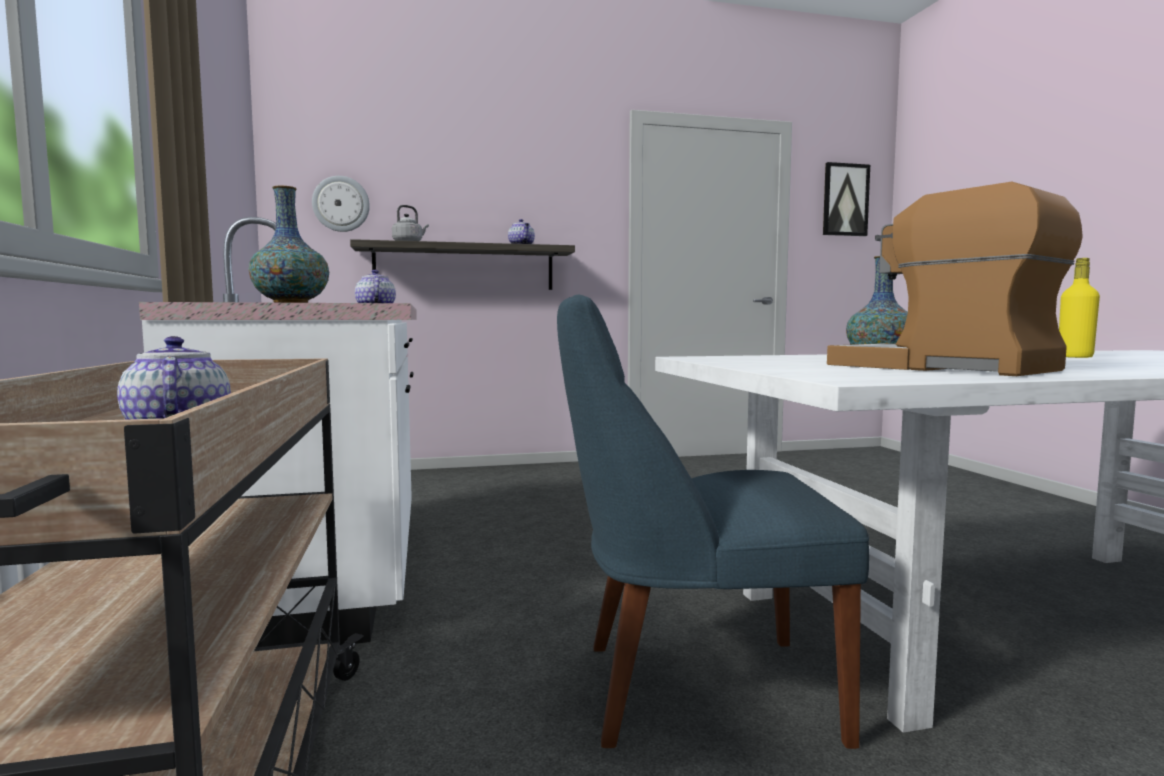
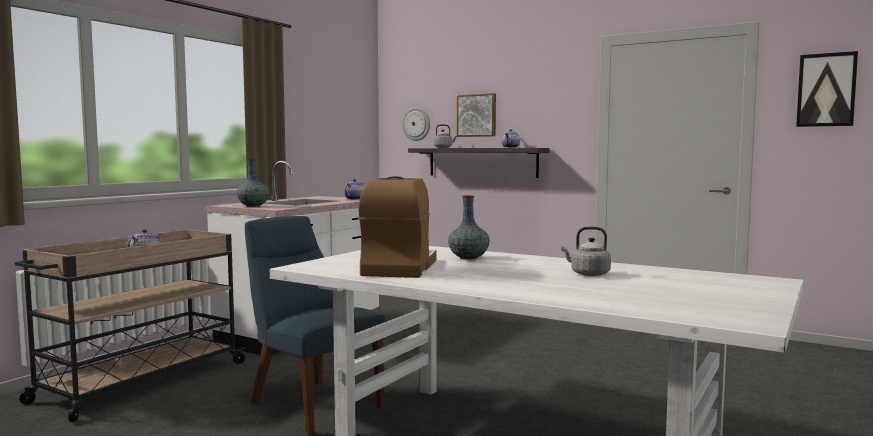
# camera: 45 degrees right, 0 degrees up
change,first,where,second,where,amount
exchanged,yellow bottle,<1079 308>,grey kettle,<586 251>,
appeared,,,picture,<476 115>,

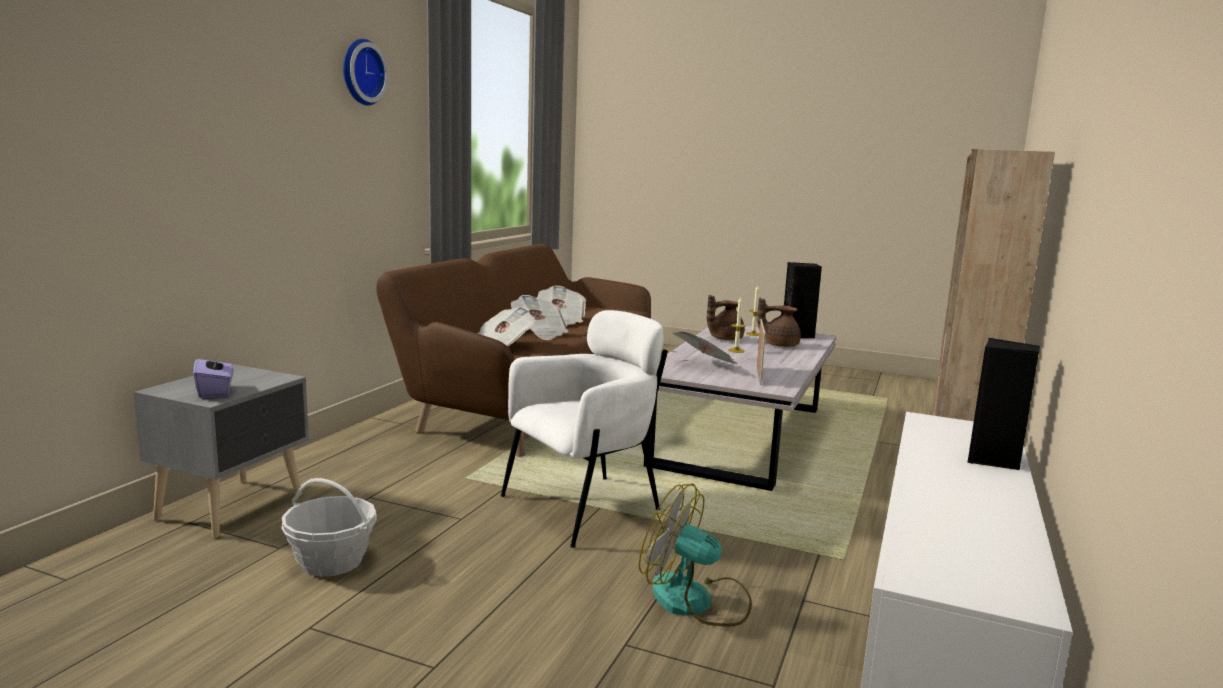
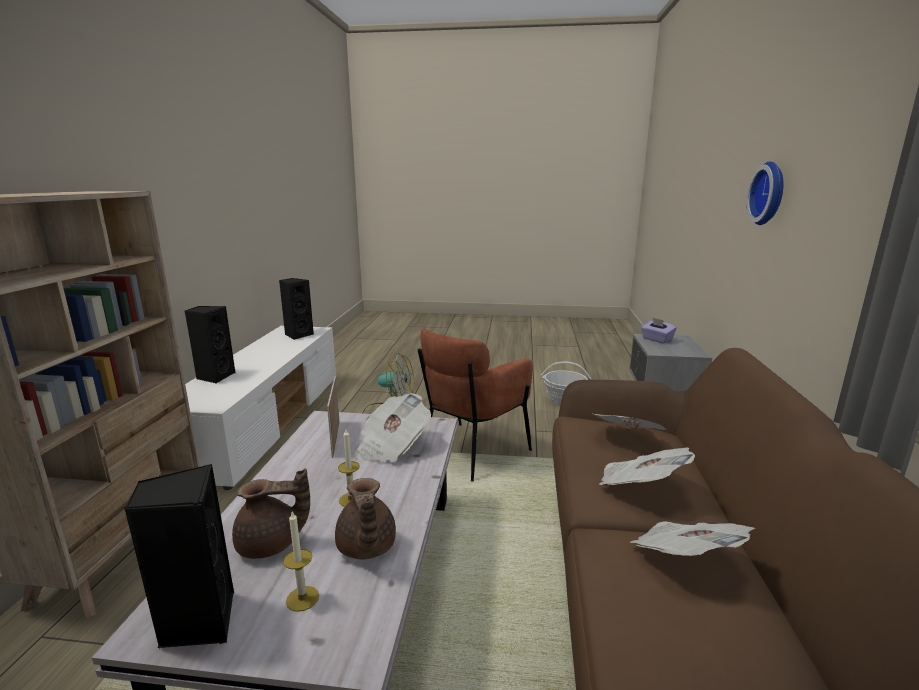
# camera: 165 degrees right, 5 degrees up
change,first,where,second,where,amount
relocated,wall clock,<366 72>,,<765 193>,
spun,brown teapot,<725 317>,,<365 518>,120 degrees clockwise
colour,white armchair,<584 429>,brown armchair,<475 405>,
appeared,,,black speaker,<296 309>,

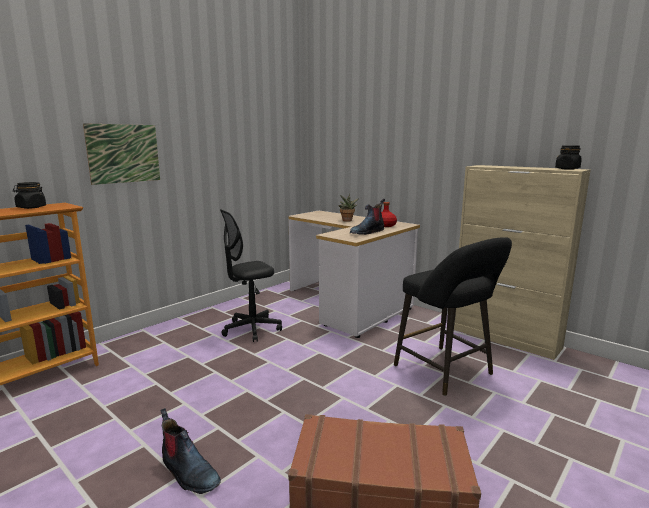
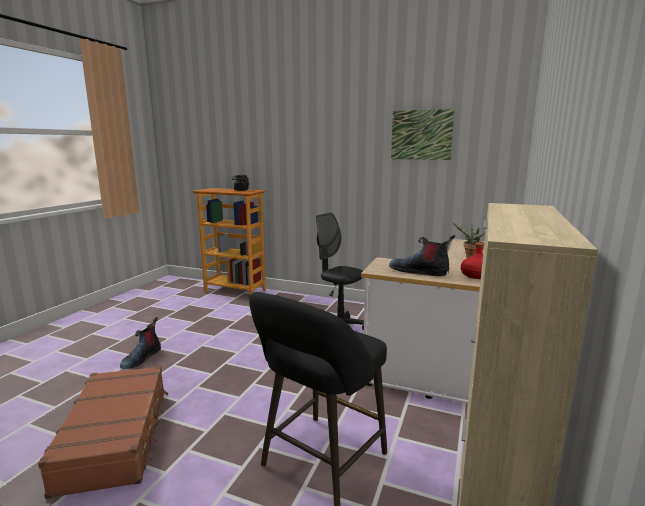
# camera: 70 degrees right, 0 degrees up
change,first,where,second,where,amount
relocated,picture,<121 154>,,<423 134>,
missing,black jar,<568 157>,,,

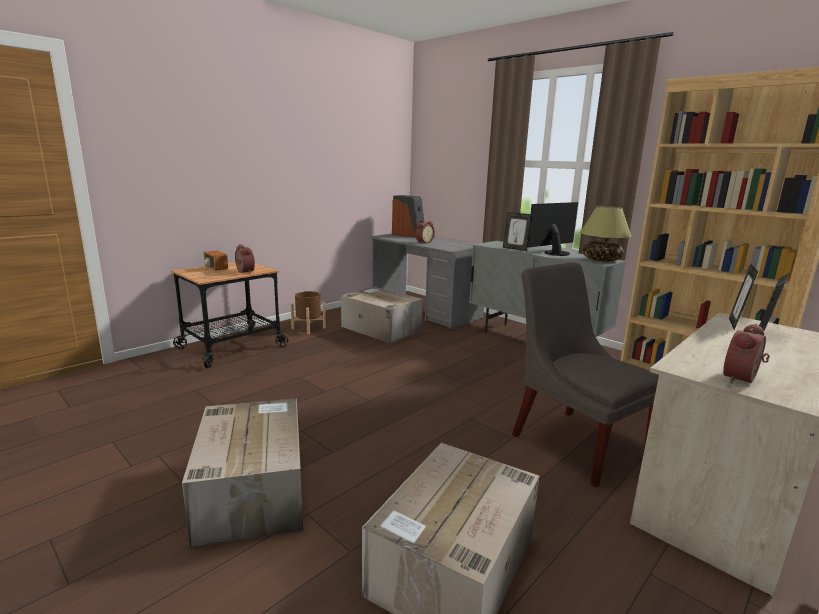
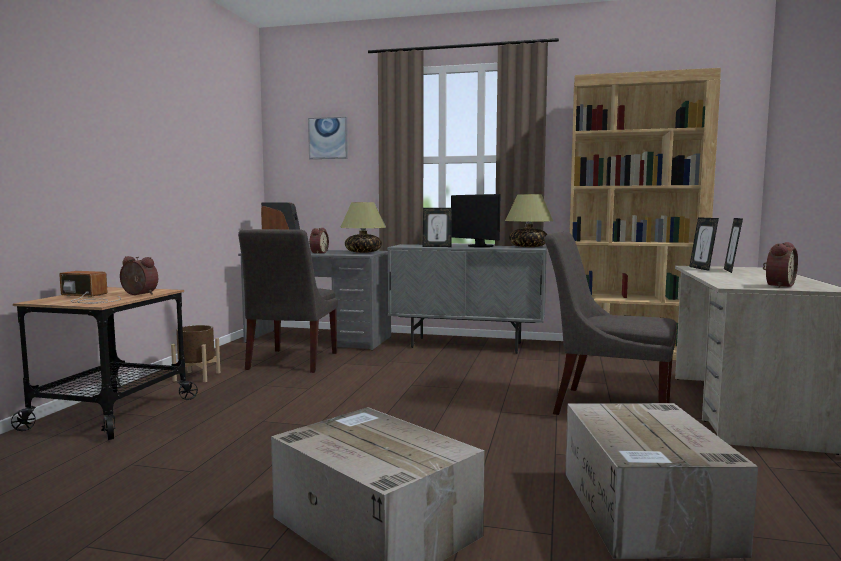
# camera: 30 degrees left, 10 degrees down
change,first,where,second,where,amount
spun,monitor,<552 229>,,<475 220>,60 degrees counterclockwise
exchanged,cardboard box,<382 315>,grey chair,<288 301>,
spun,alarm clock,<746 353>,,<780 265>,150 degrees counterclockwise
appeared,,,picture,<328 138>,
appeared,,,table lamp,<363 227>,

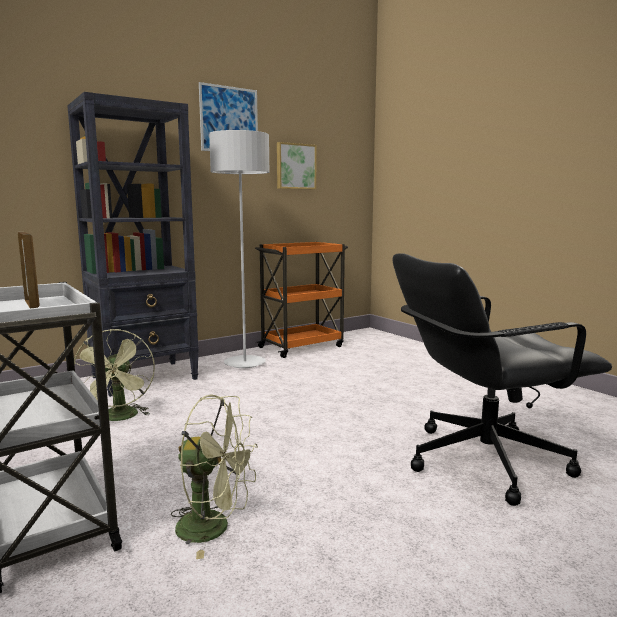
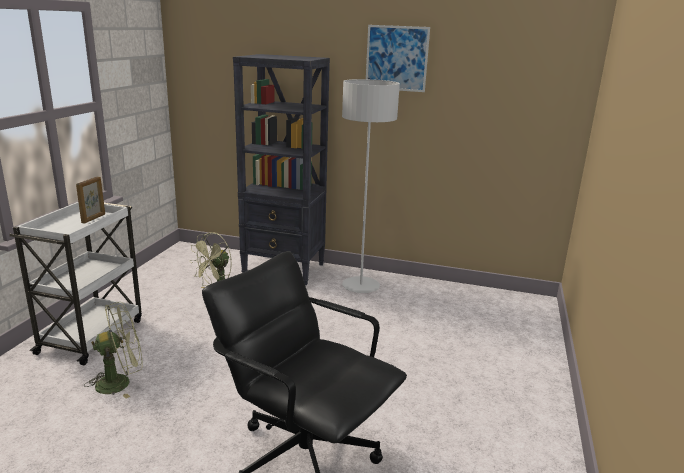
# camera: 50 degrees right, 10 degrees up
change,first,where,second,where,amount
missing,picture,<296 165>,,,
missing,orange cart,<301 300>,,,
spun,green fan,<214 476>,,<113 350>,90 degrees counterclockwise

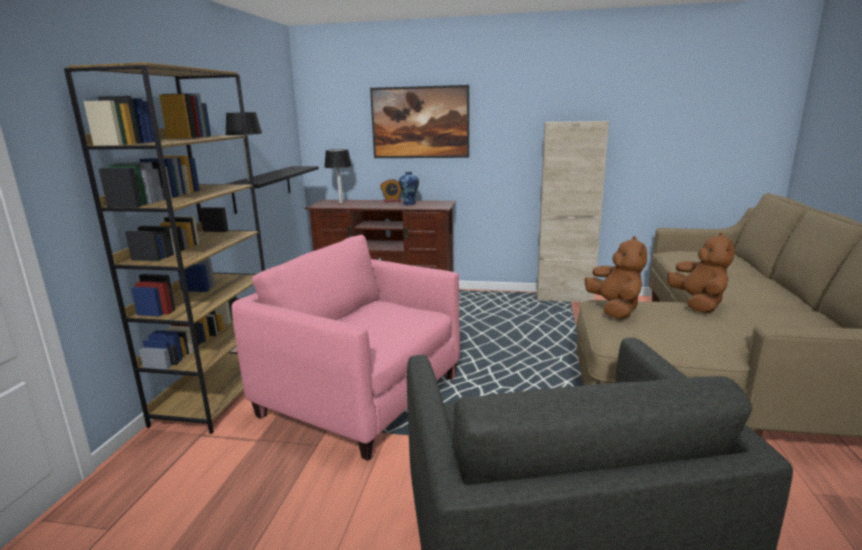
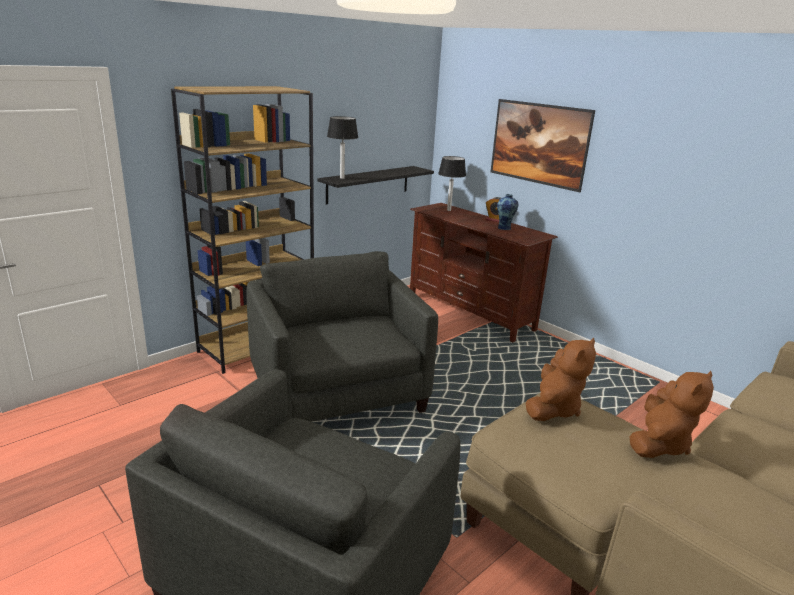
# camera: 35 degrees right, 5 degrees up
change,first,where,second,where,amount
missing,beige cabinet,<573 211>,,,
colour,pink armchair,<345 348>,grey armchair,<342 336>,

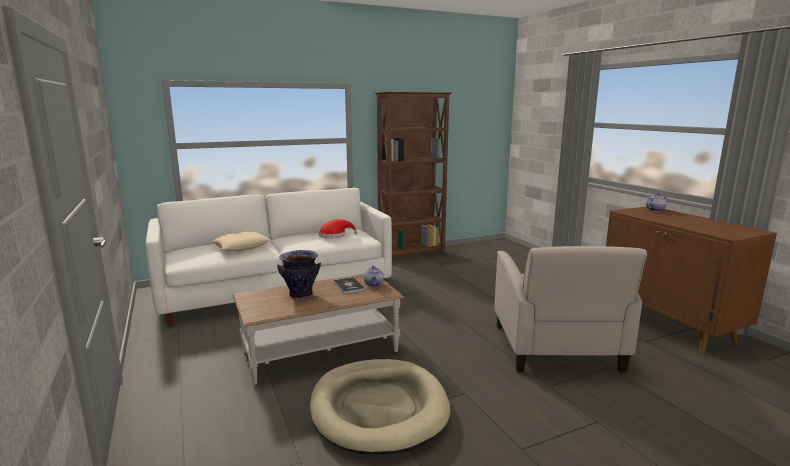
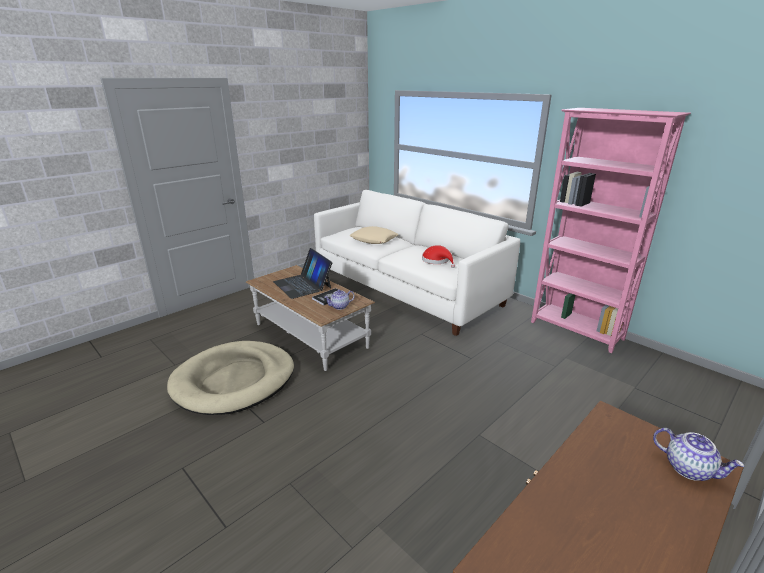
# camera: 70 degrees right, 10 degrees up
change,first,where,second,where,amount
colour,brown bookcase,<413 174>,pink bookcase,<611 230>,
missing,beige armchair,<570 309>,,,
exchanged,vase,<299 274>,laptop,<302 273>,

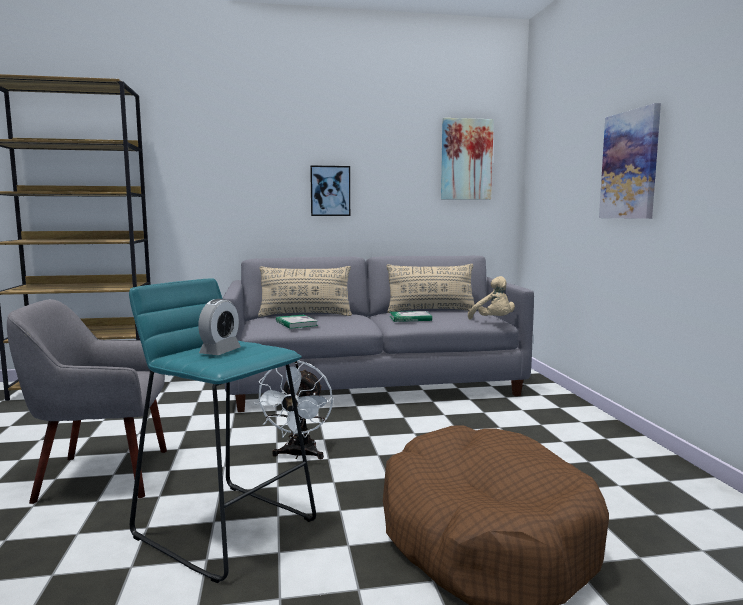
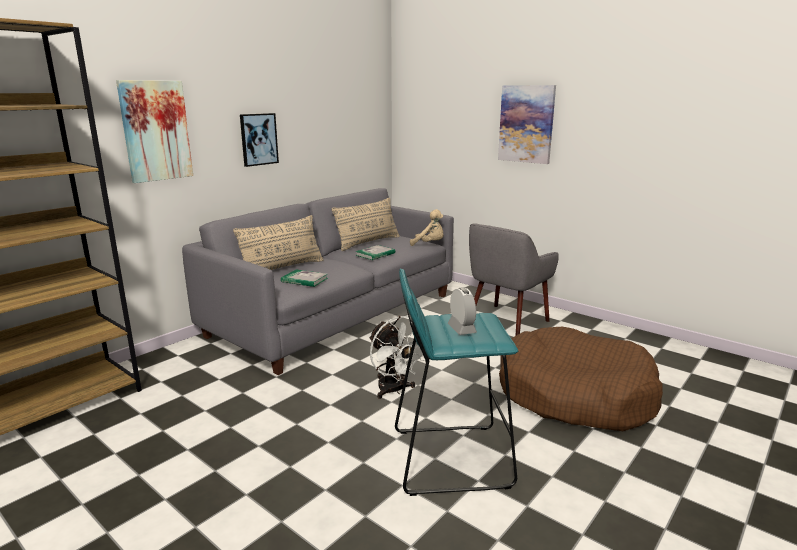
# camera: 40 degrees left, 10 degrees up
change,first,where,second,where,amount
relocated,picture,<467 159>,,<154 131>,
relocated,grey armchair,<87 401>,,<514 279>,

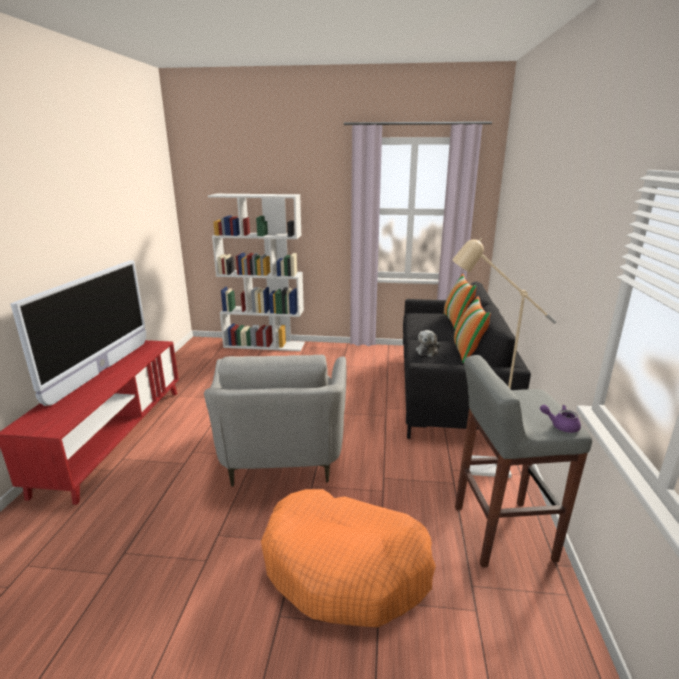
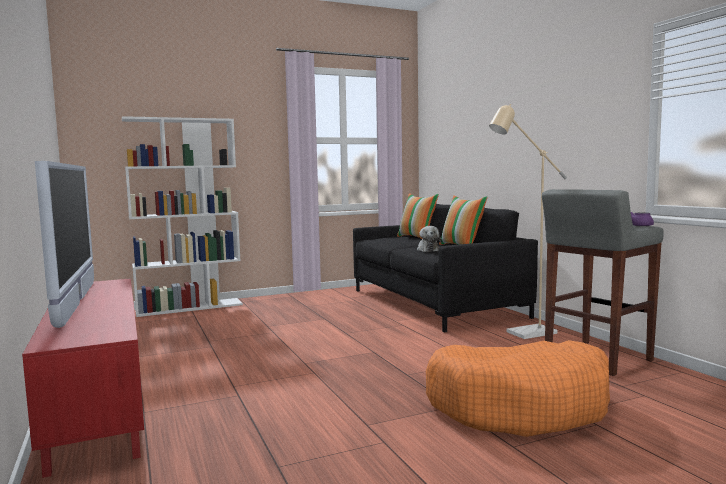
# camera: 30 degrees left, 15 degrees down
change,first,where,second,where,amount
missing,grey armchair,<275 420>,,,

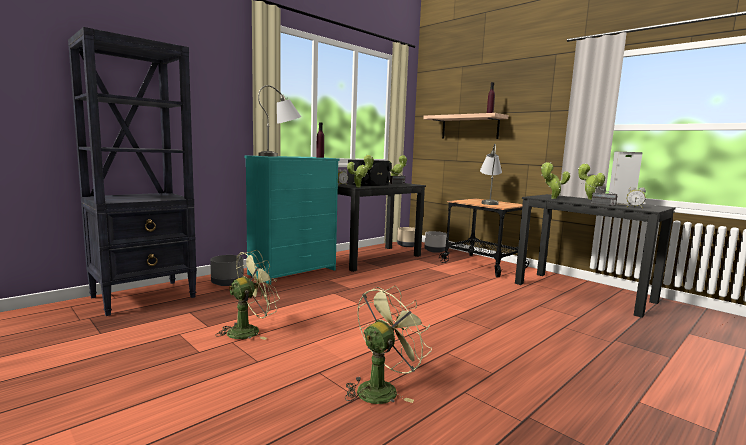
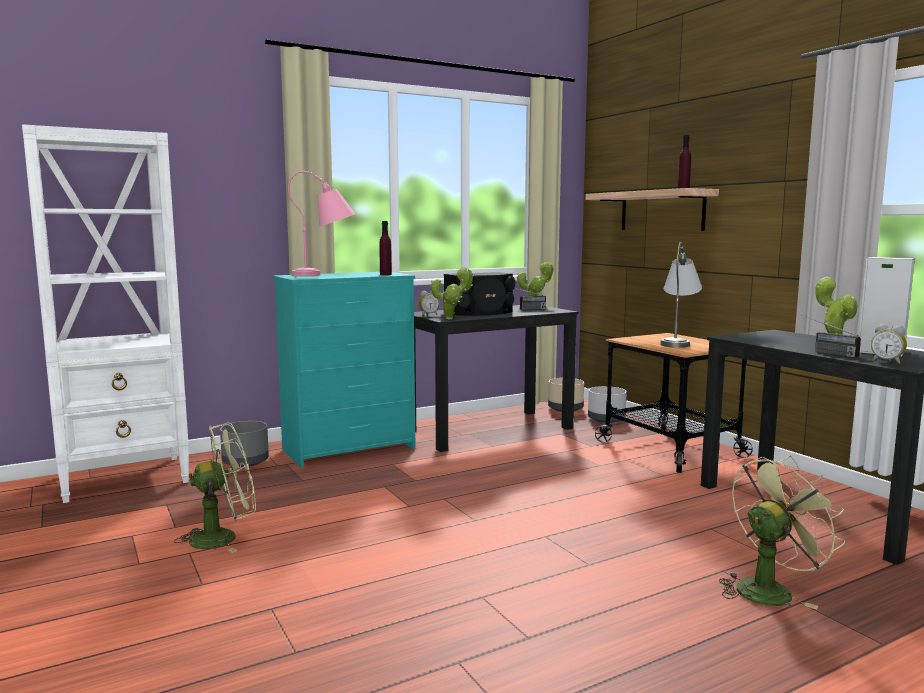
# camera: 15 degrees right, 0 degrees up
change,first,where,second,where,amount
colour,black bookcase,<132 171>,white bookcase,<105 313>,
colour,grey table lamp,<279 121>,pink table lamp,<321 223>,
missing,potted plant,<555 180>,,,
relocated,green fan,<388 344>,,<782 532>,

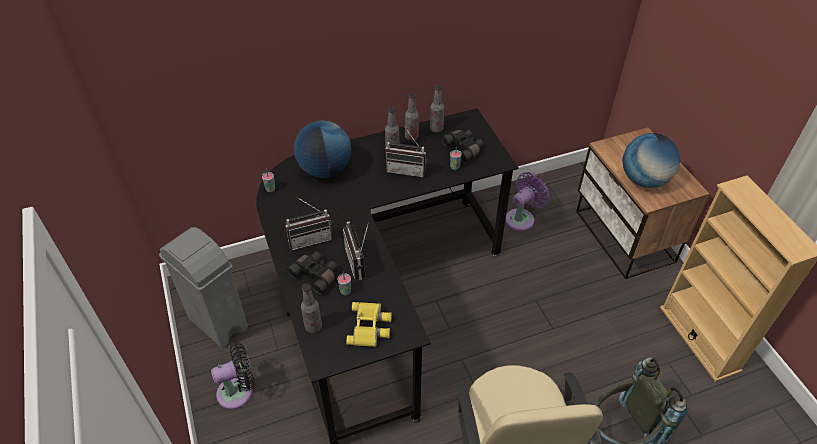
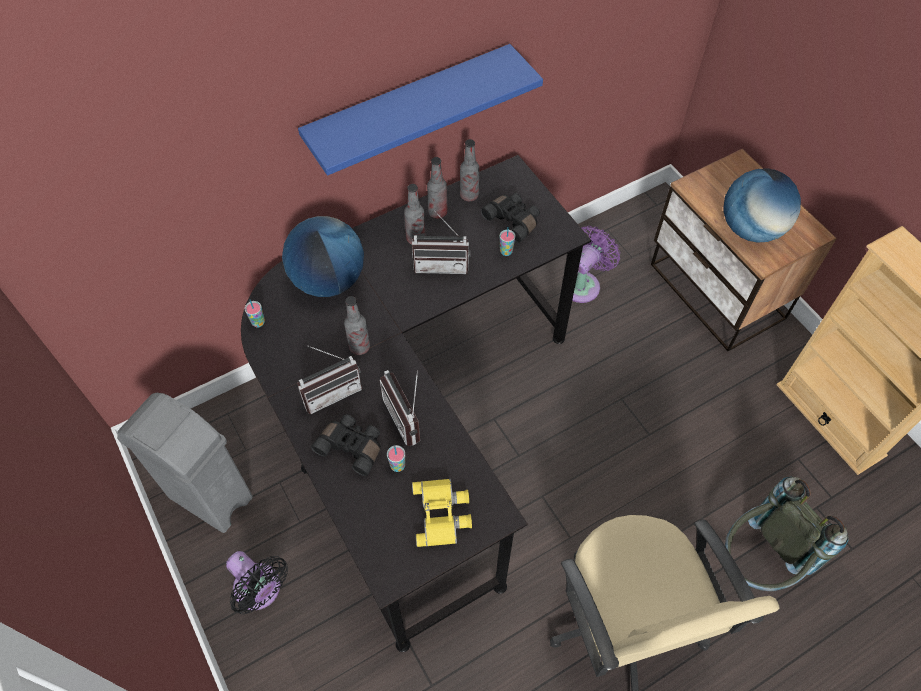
# camera: 10 degrees left, 10 degrees up
change,first,where,second,where,amount
relocated,bottle,<311 308>,,<357 325>,
spun,black fan,<233 376>,,<257 582>,75 degrees clockwise
appeared,,,blue shelf,<420 110>,

